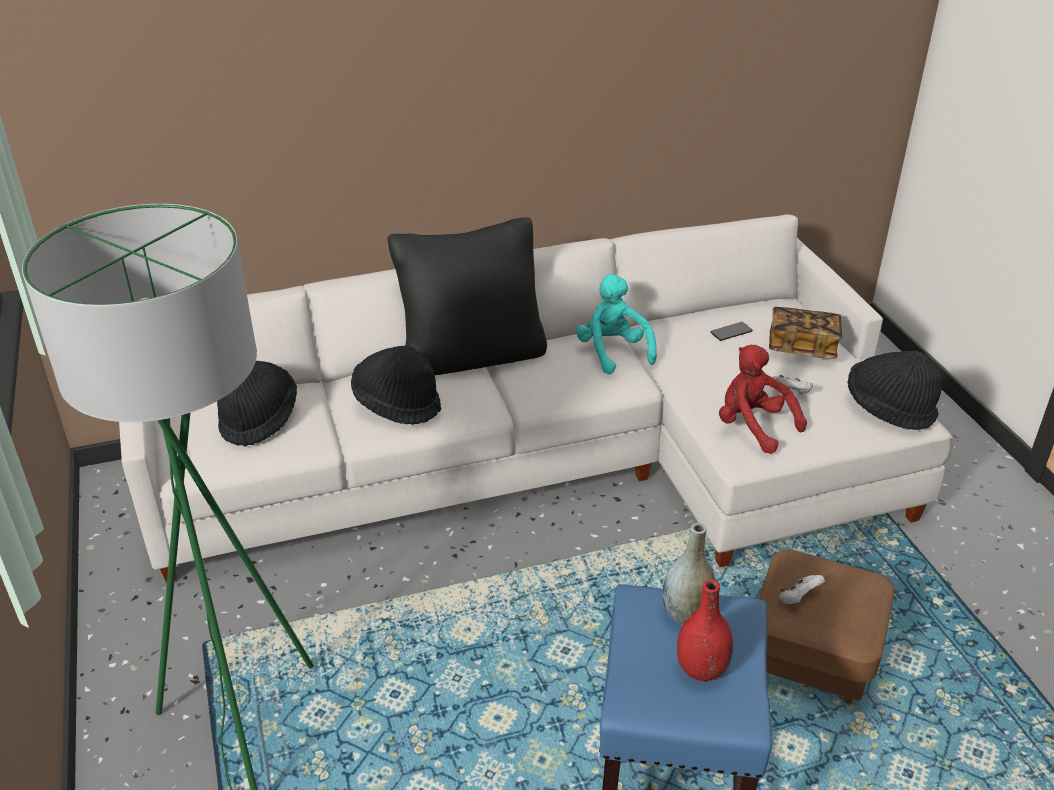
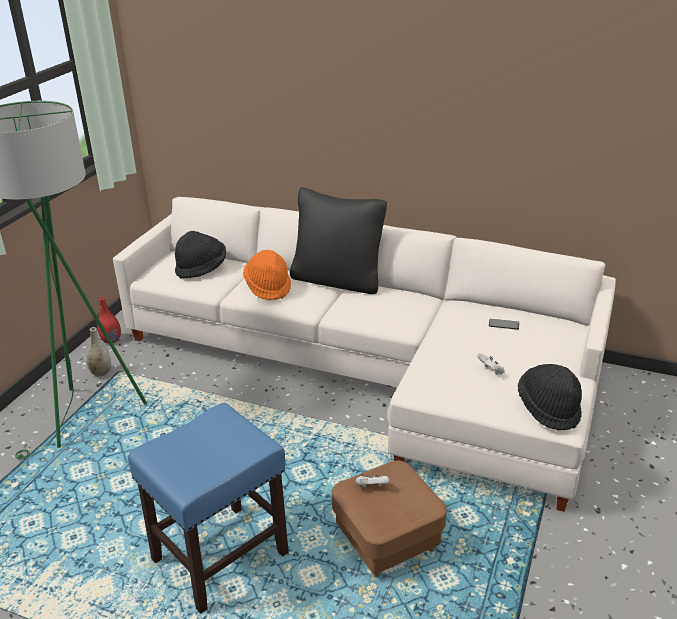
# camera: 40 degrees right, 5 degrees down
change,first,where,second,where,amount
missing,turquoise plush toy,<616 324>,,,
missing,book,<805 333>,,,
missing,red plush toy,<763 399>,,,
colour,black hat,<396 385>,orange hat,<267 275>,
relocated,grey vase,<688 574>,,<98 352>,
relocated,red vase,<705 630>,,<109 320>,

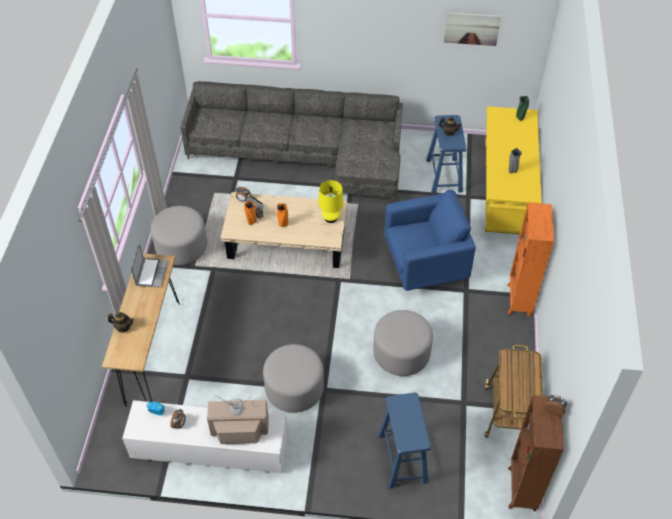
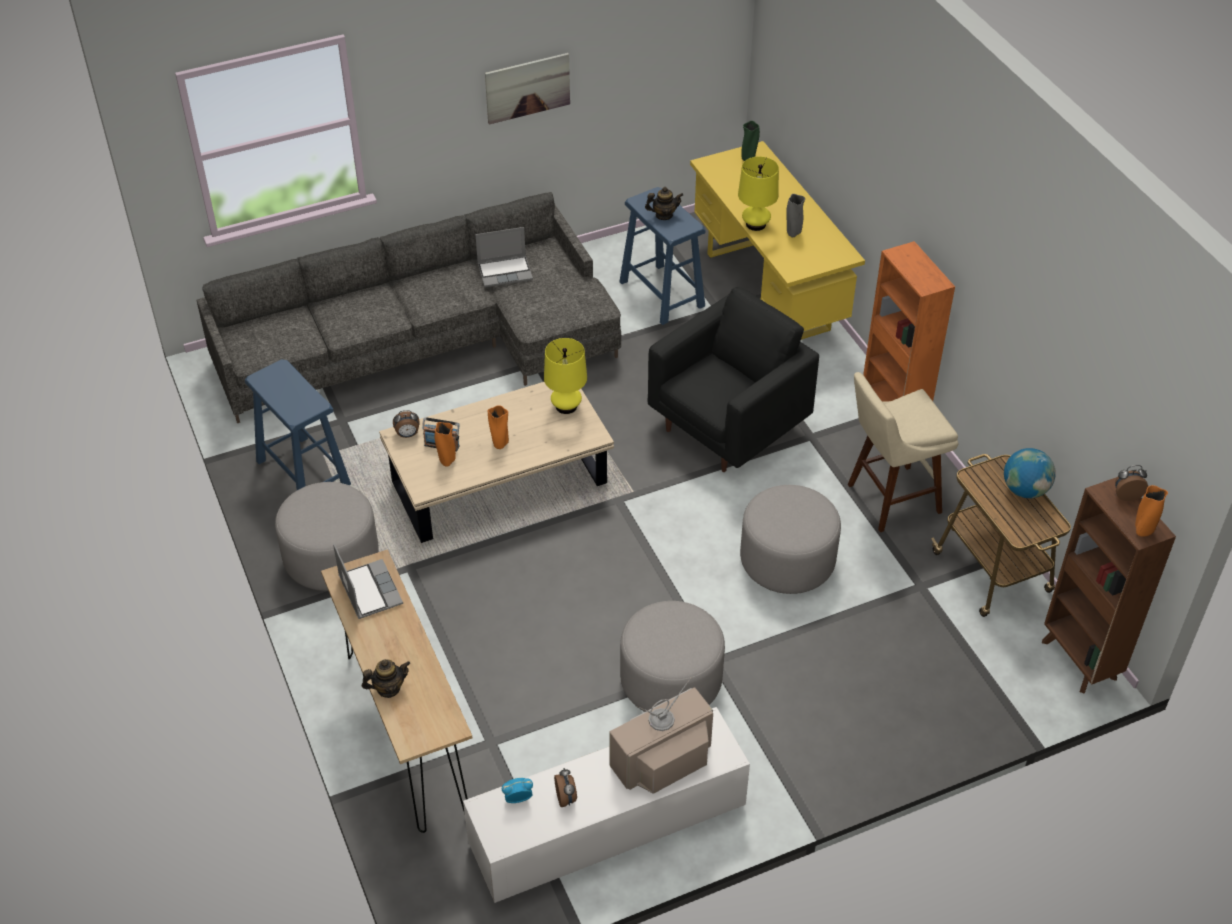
# camera: 30 degrees left, 5 degrees down
change,first,where,second,where,amount
relocated,picture,<472 29>,,<527 89>,
colour,blue armchair,<430 240>,black armchair,<733 379>,
relocated,blue stool,<404 441>,,<298 424>,
appeared,,,yellow table lamp,<758 194>,
appeared,,,laptop,<504 257>,
appeared,,,beige stool,<903 452>,
appeared,,,globe,<1030 473>,
appeared,,,orange vase,<1151 511>,

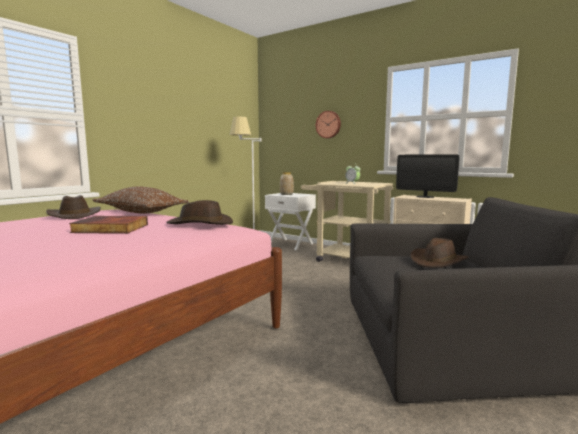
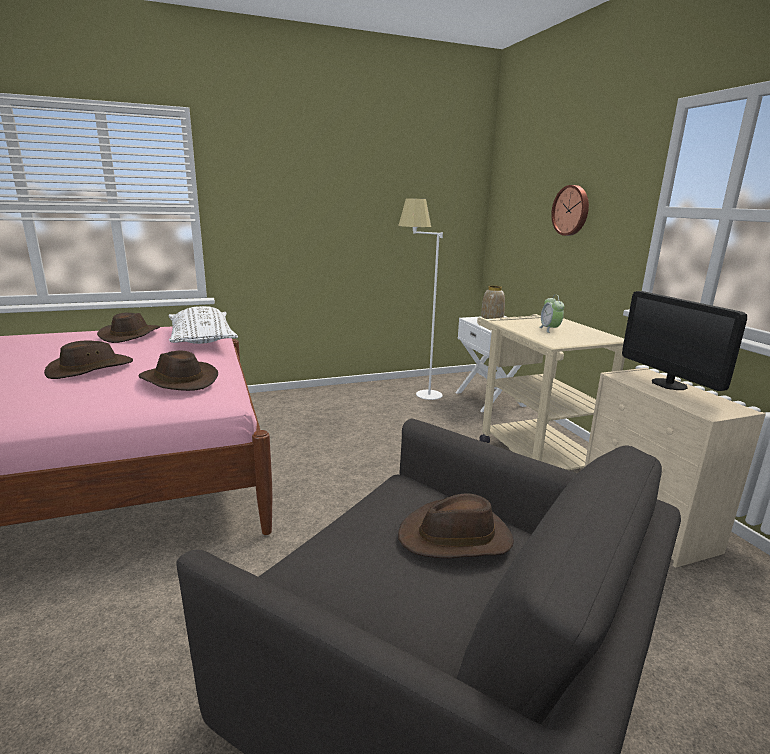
# camera: 35 degrees right, 10 degrees up
change,first,where,second,where,amount
colour,brown pillow,<141 200>,white pillow,<203 325>,
exchanged,book,<108 225>,brown hat,<88 360>,

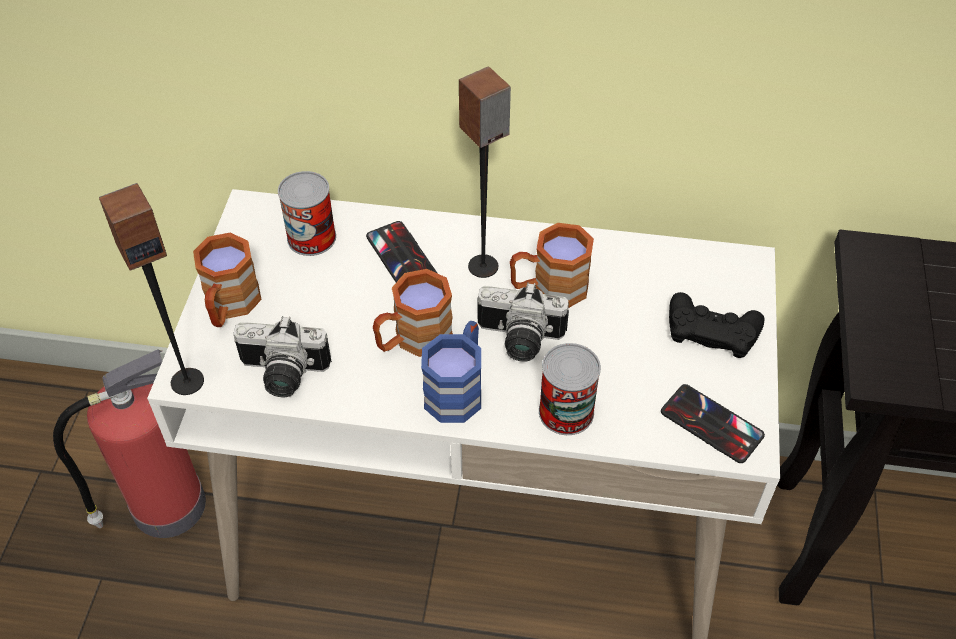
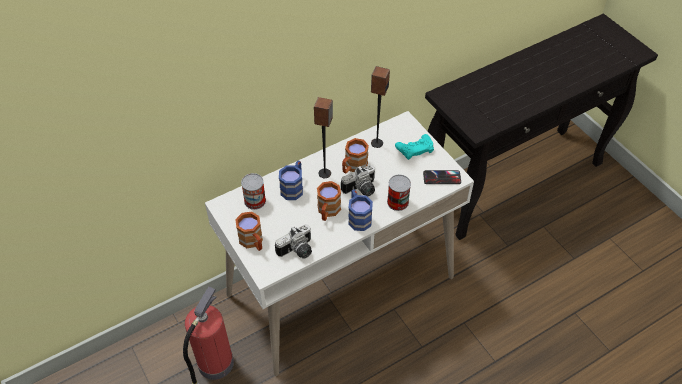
# camera: 40 degrees left, 0 degrees up
change,first,where,second,where,amount
relocated,speaker,<151 289>,,<380 107>,
exchanged,phone,<401 251>,blue mug,<291 180>,
colour,black game controller,<717 325>,turquoise game controller,<414 147>,

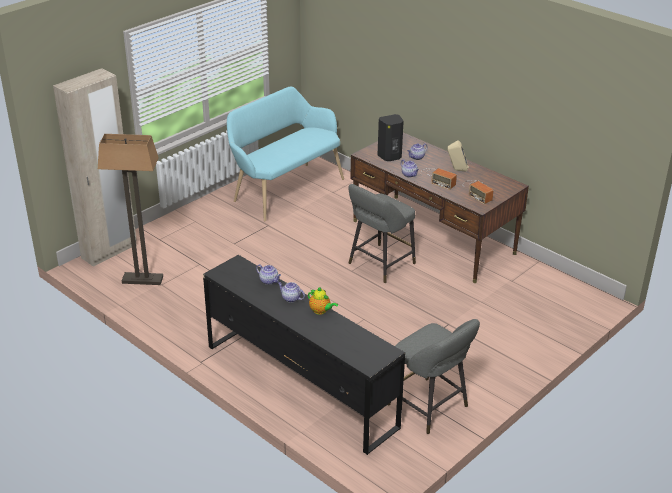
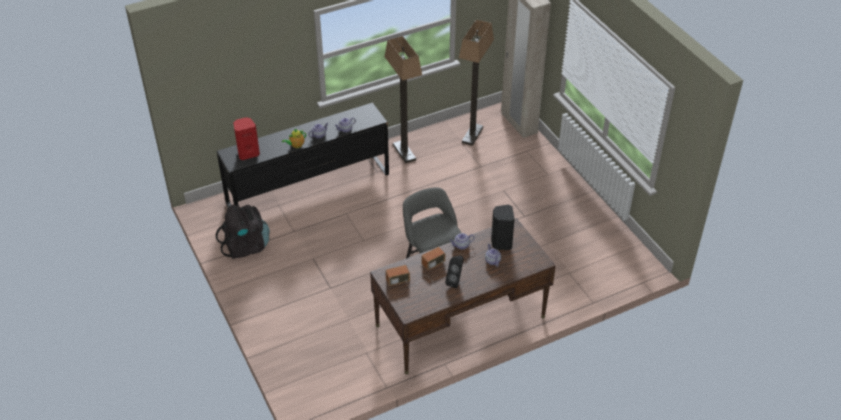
# camera: 110 degrees right, 10 degrees up
change,first,where,second,where,amount
missing,turquoise bench,<285 154>,,,
colour,beige speaker,<458 155>,black speaker,<454 272>,
exchanged,grey stool,<434 376>,black backpack,<243 232>,
appeared,,,floor lamp,<403 100>,
appeared,,,red speaker,<246 138>,

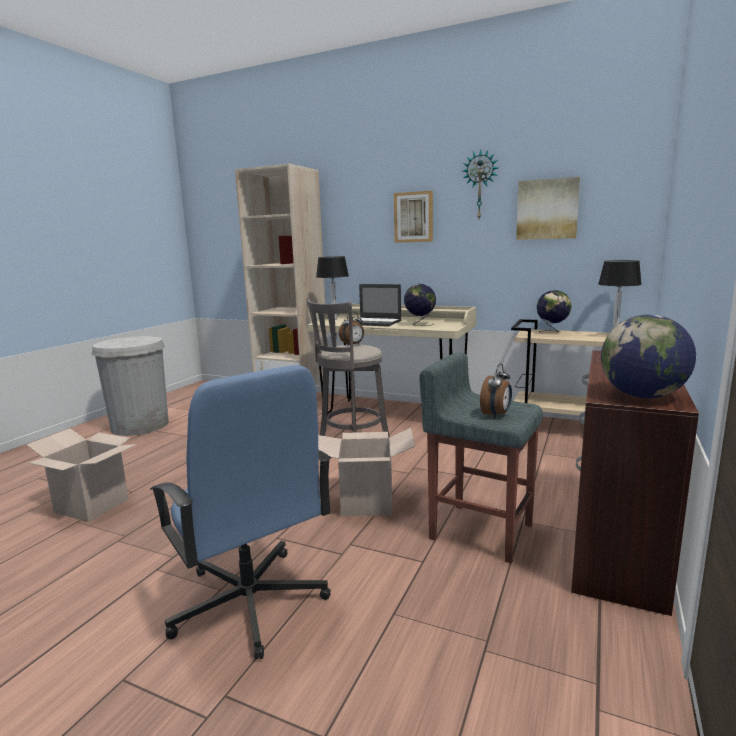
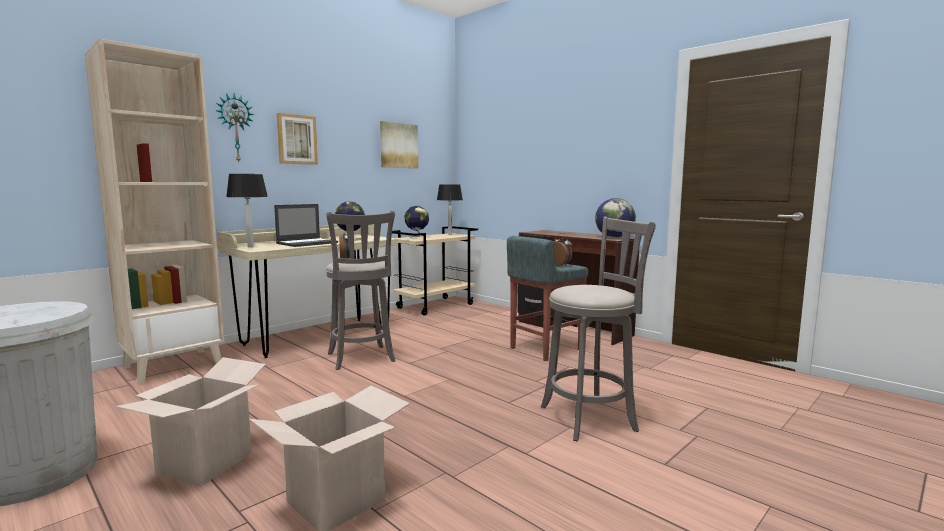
# camera: 70 degrees left, 5 degrees down
change,first,where,second,where,amount
relocated,wall clock,<480 184>,,<235 127>,
exchanged,blue office chair,<240 512>,grey stool,<598 329>,
relocated,cardboard box,<366 472>,,<190 421>,

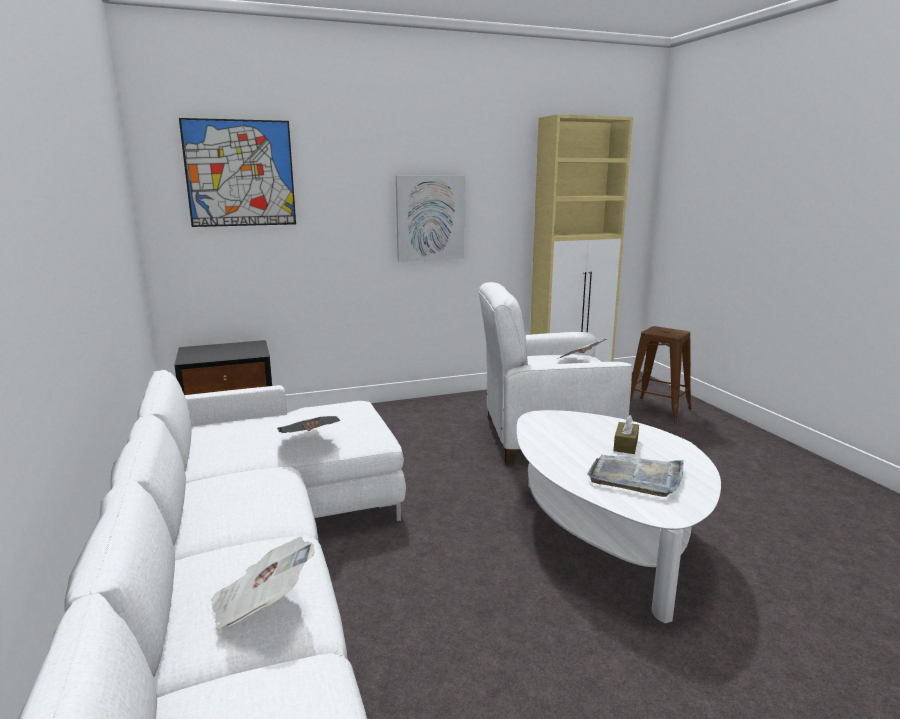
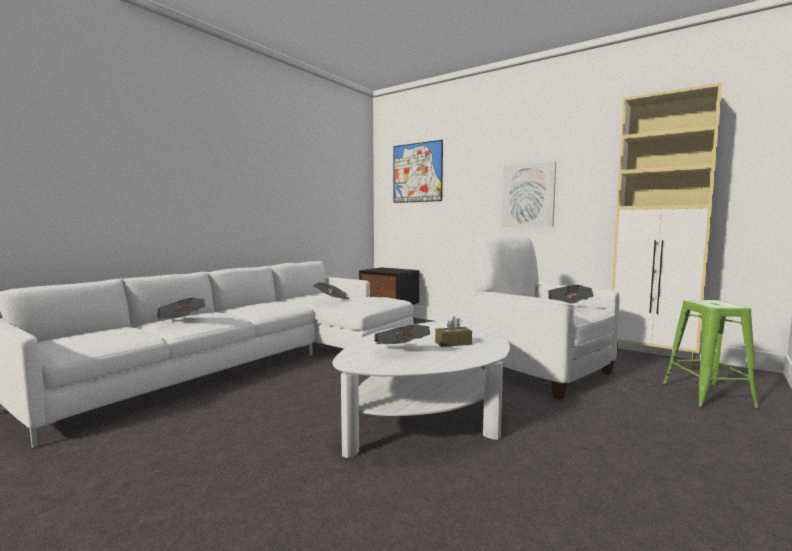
# camera: 55 degrees right, 10 degrees down
change,first,where,second,where,amount
colour,brown stool,<661 374>,green stool,<710 354>,
exchanged,grey tray,<635 476>,newspaper,<402 334>,

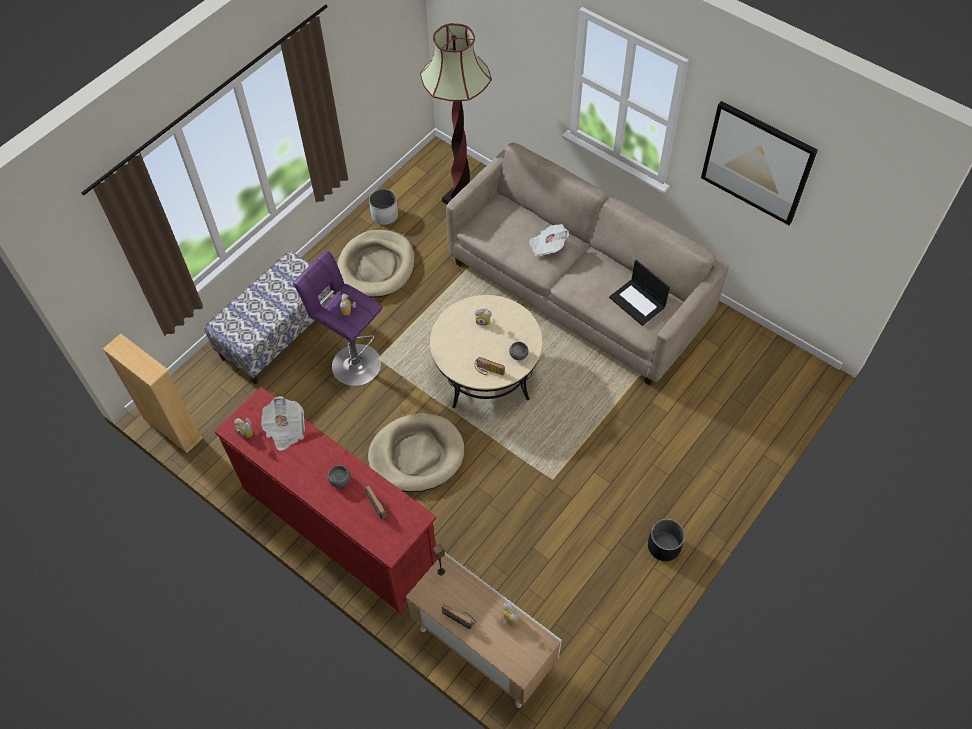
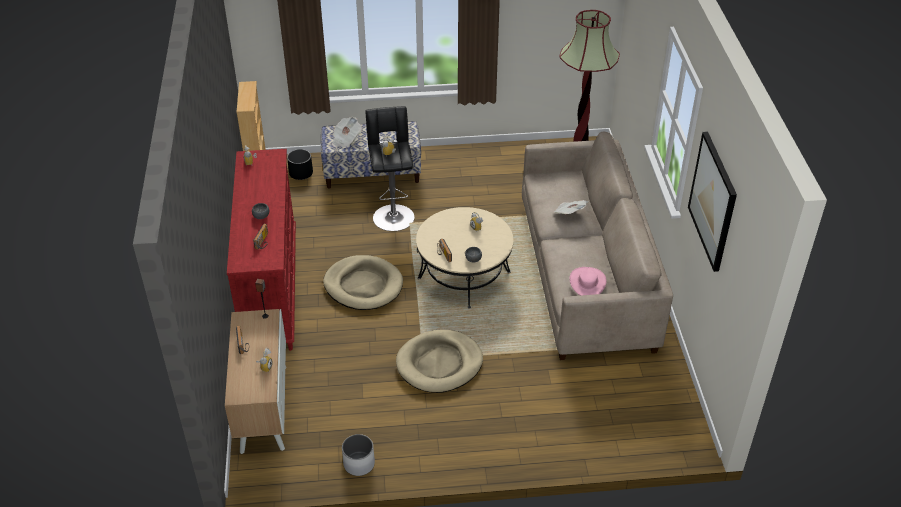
# camera: 45 degrees right, 15 degrees down
change,first,where,second,where,amount
relocated,white planter,<383 207>,,<358 455>,
relocated,beige dog bed,<376 264>,,<439 361>,
colour,purple stool,<337 318>,black stool,<390 168>,
exchanged,laptop,<639 293>,pink hat,<588 281>,
relocated,newspaper,<283 423>,,<347 132>,
relocated,black planter,<666 540>,,<300 164>,

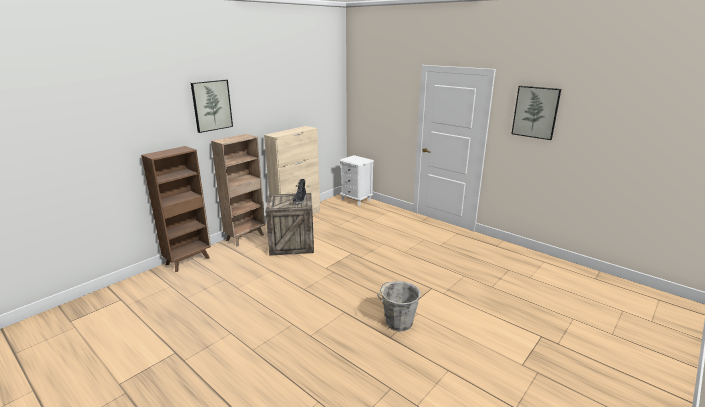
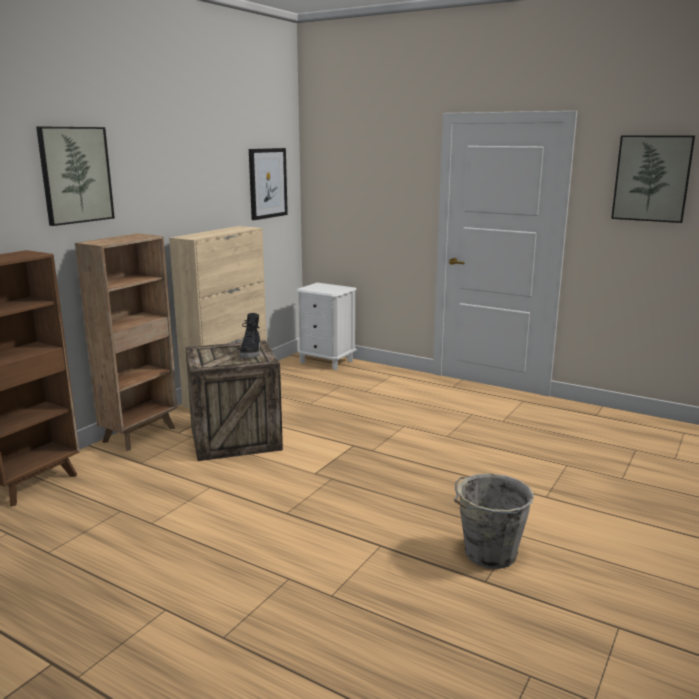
# camera: 10 degrees left, 5 degrees down
change,first,where,second,where,amount
appeared,,,picture,<268 184>,

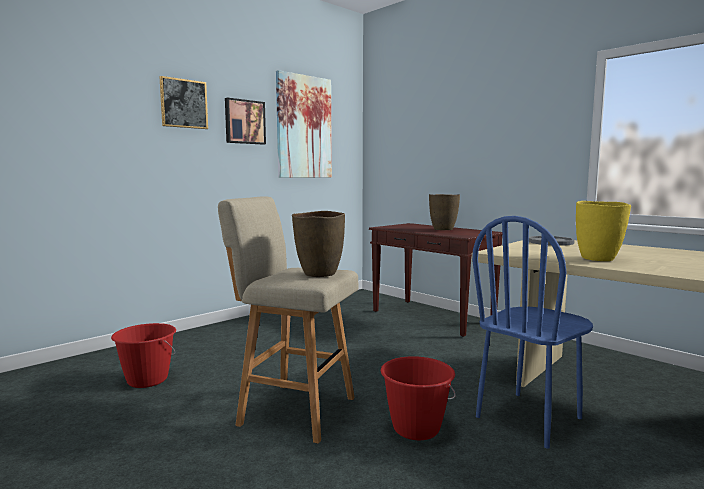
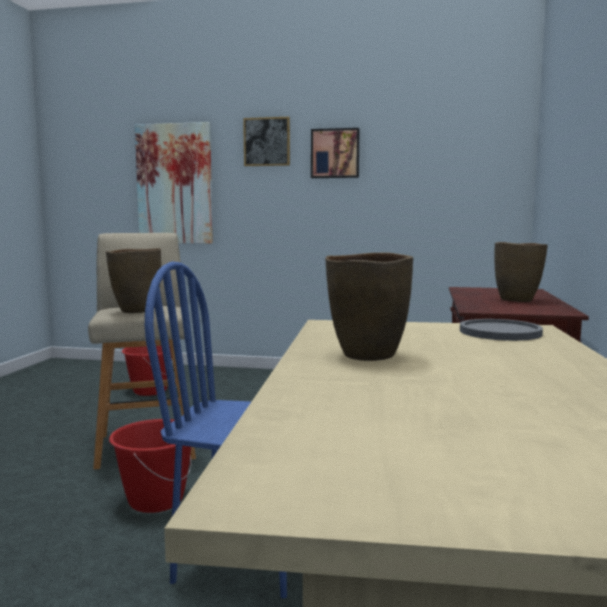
# camera: 55 degrees right, 0 degrees up
change,first,where,second,where,amount
relocated,picture,<304 124>,,<174 183>,
colour,yellow vase,<603 231>,brown vase,<369 306>,

